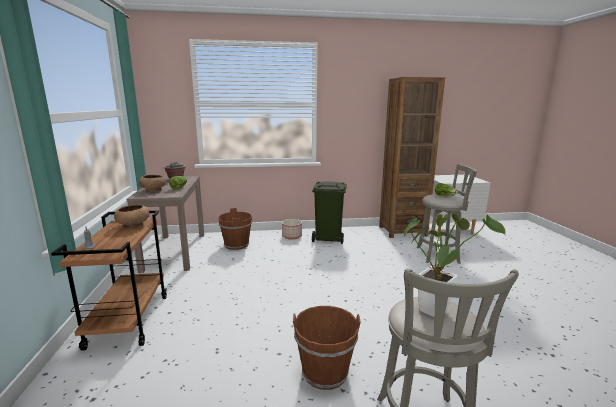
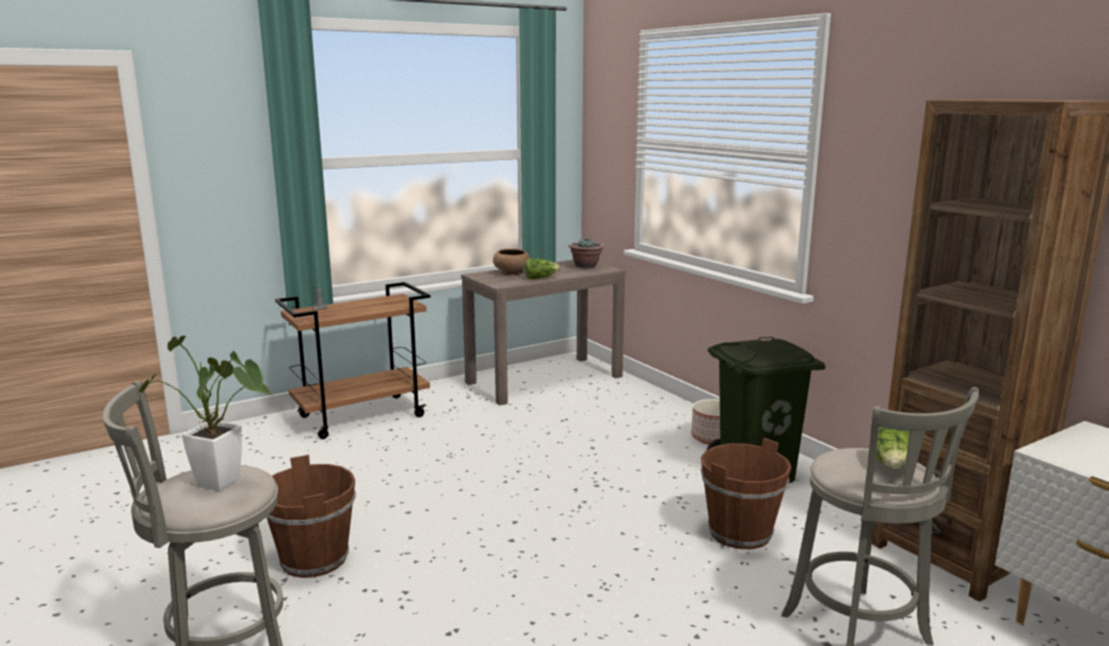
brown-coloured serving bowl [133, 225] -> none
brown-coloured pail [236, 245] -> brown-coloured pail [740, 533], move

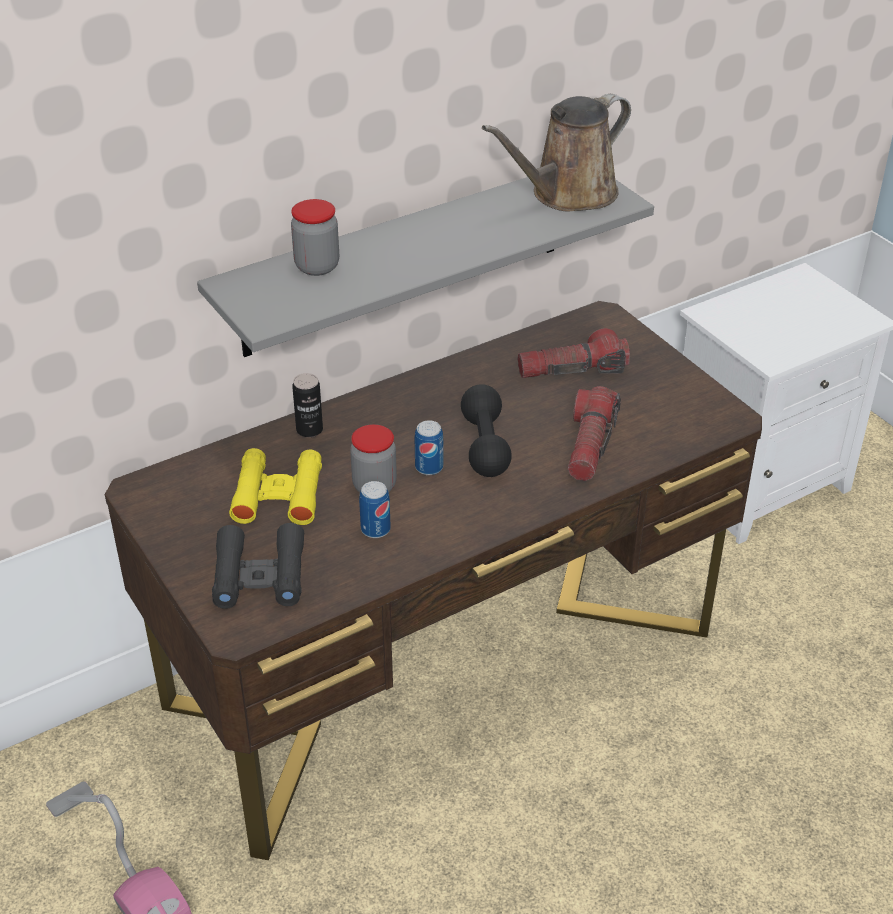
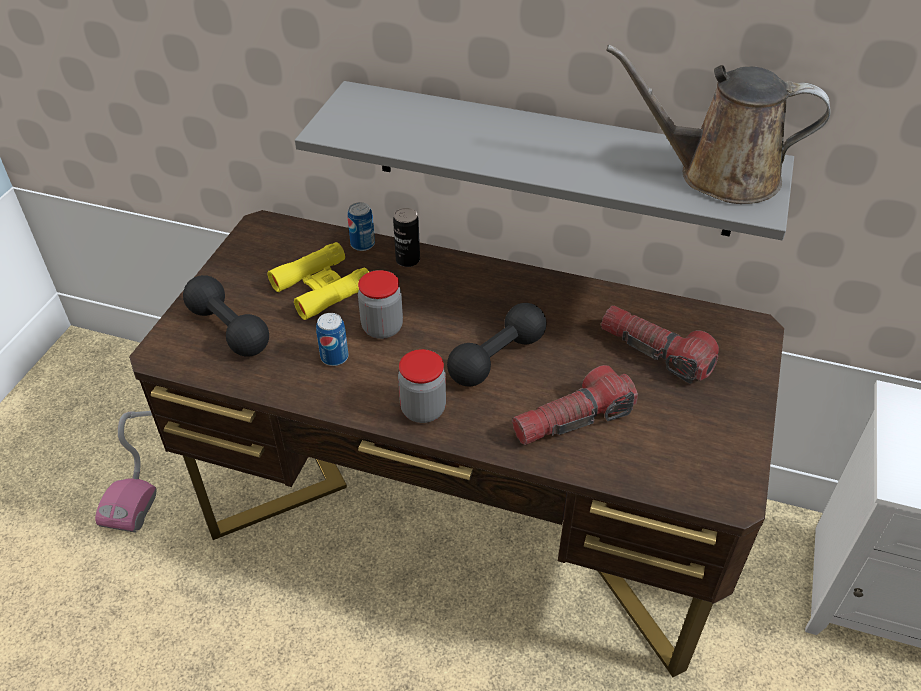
black pair of binoculars [259, 575] -> black free weight [229, 329]
preserve jar [317, 266] -> preserve jar [423, 409], move
sealed can [429, 467] -> sealed can [362, 244], move

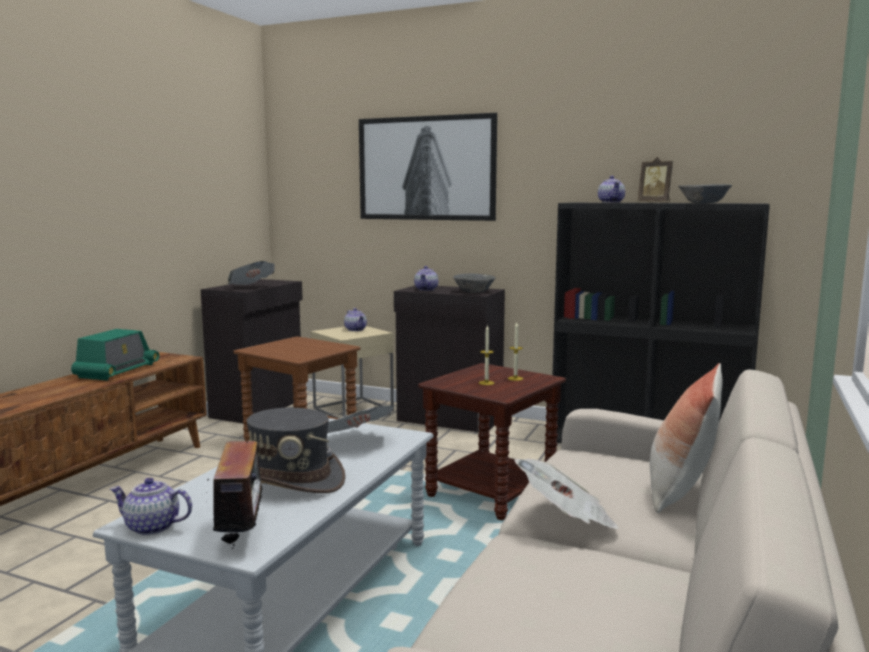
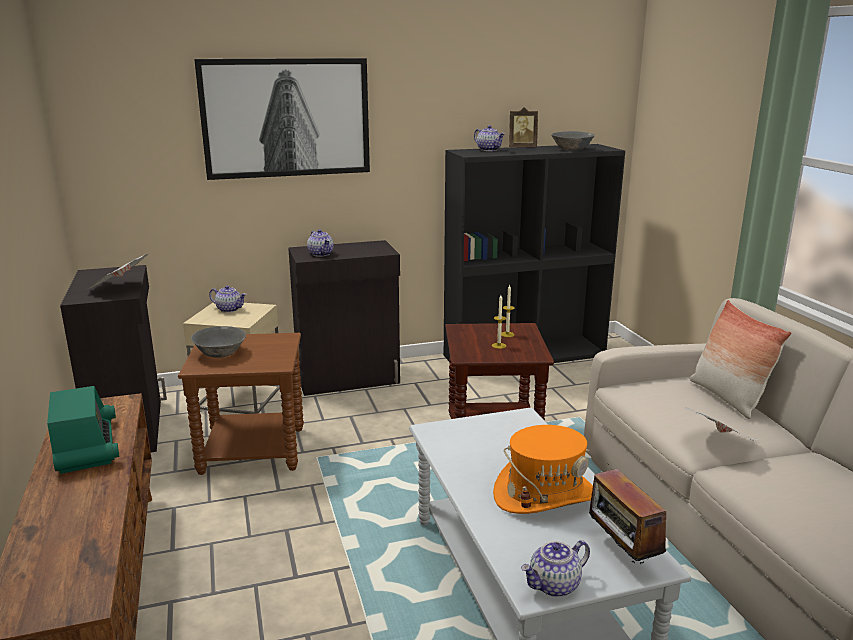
radio receiver [242, 534] -> radio receiver [621, 554], 150 degrees counterclockwise
gray wearable hat [290, 481] -> orange wearable hat [544, 495]
daily paper [355, 441] -> none
gray serving bowl [473, 291] -> gray serving bowl [219, 353], move

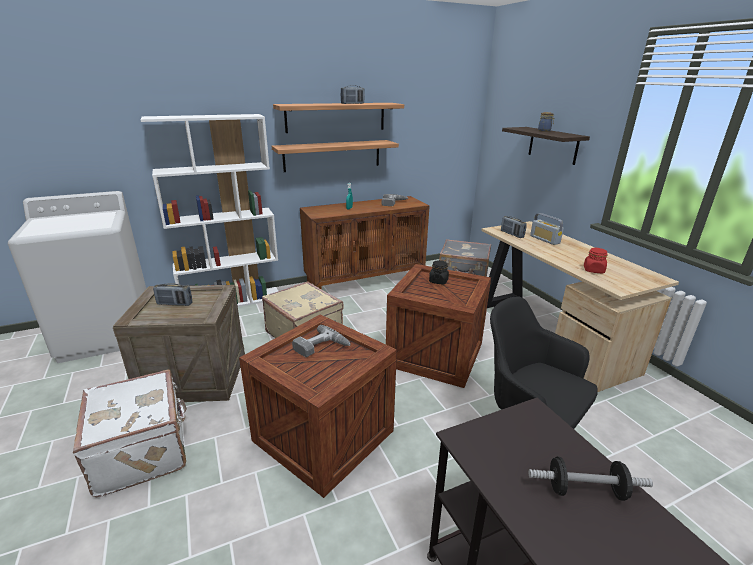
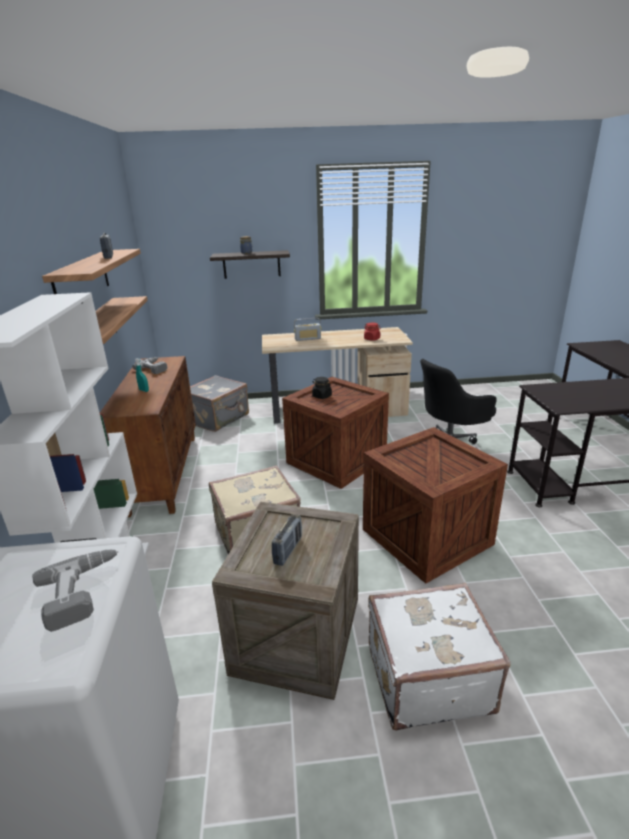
power drill [322, 348] -> power drill [83, 592], move
radio receiver [512, 234] -> none
free weight [585, 490] -> none

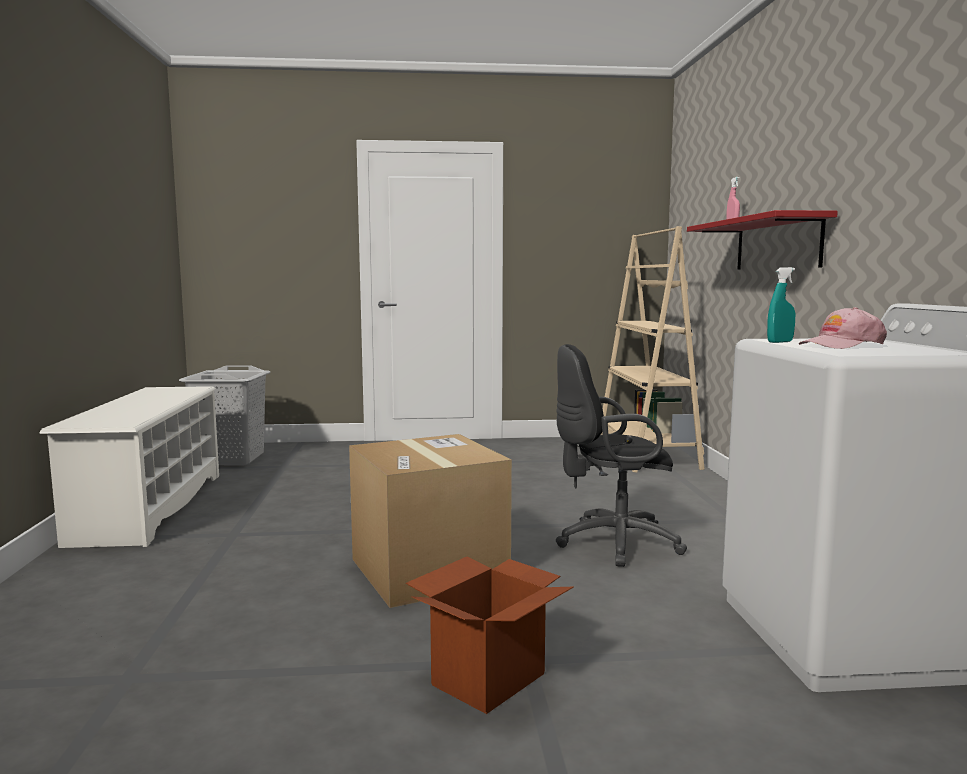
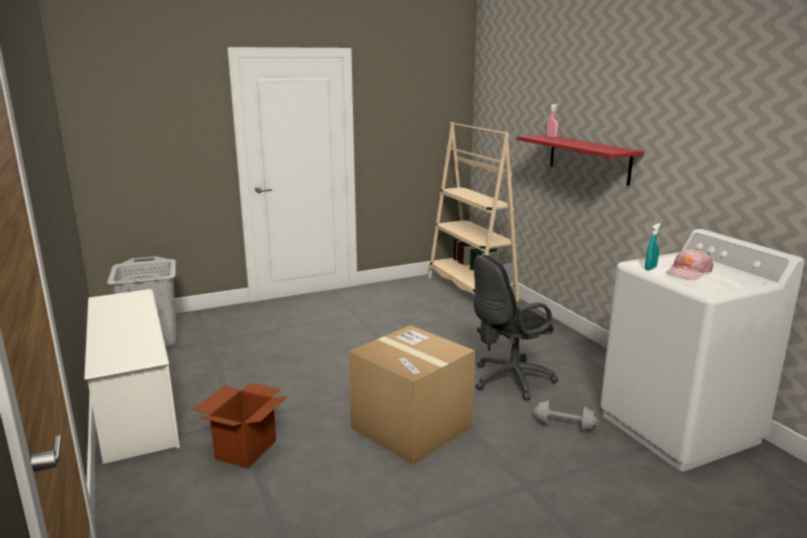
packing box [488, 679] -> packing box [246, 449], move
none -> gray free weight [564, 426]

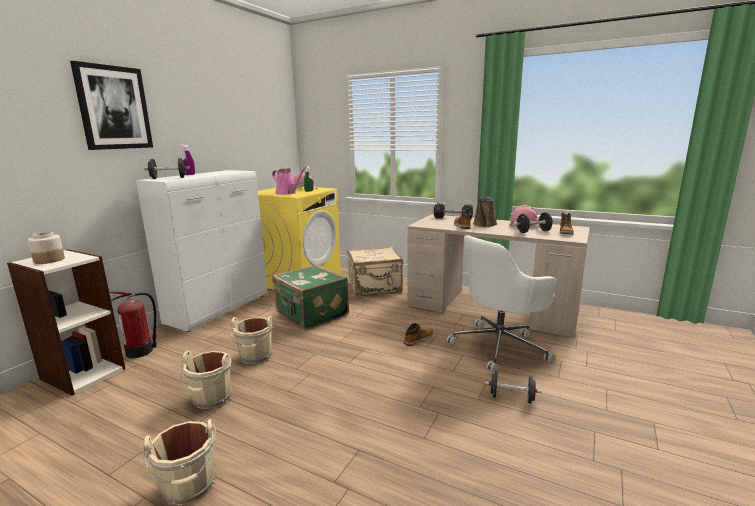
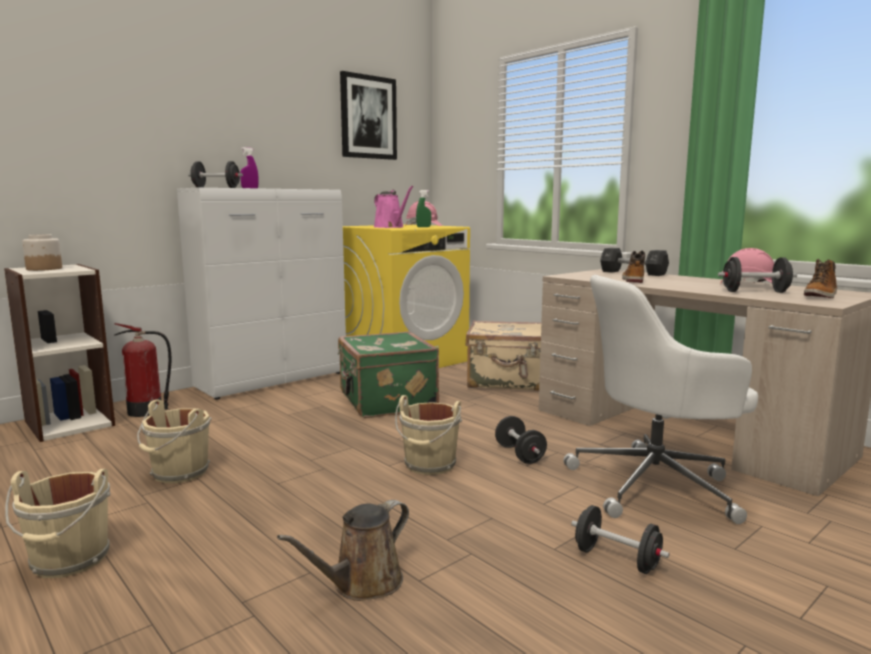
wall picture [114, 108] -> wall picture [368, 117], move
beige-coloured pail [255, 357] -> beige-coloured pail [429, 465], move
boot [418, 339] -> black free weight [519, 454]
brown-coloured watering can [484, 224] -> brown-coloured watering can [362, 584], move

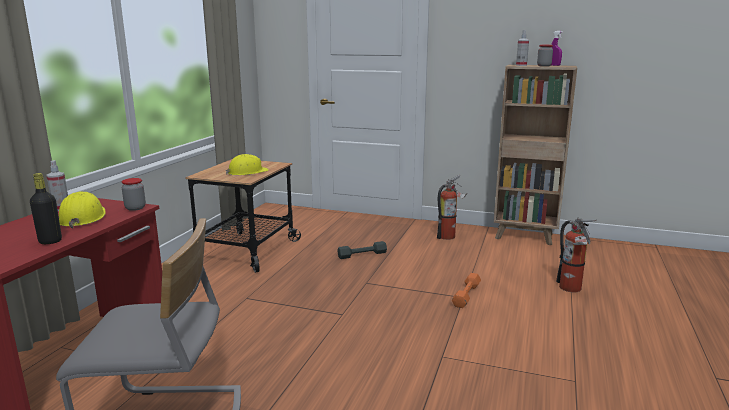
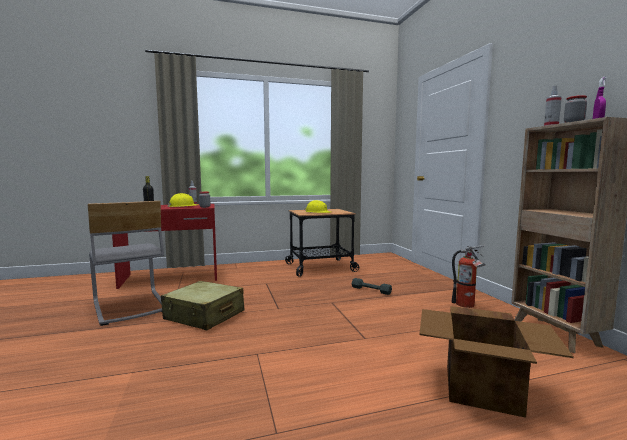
orange free weight [466, 295] -> none
fire-fighting cylinder [571, 289] -> packing box [483, 389]
none -> beige-coloured piece of luggage [204, 316]

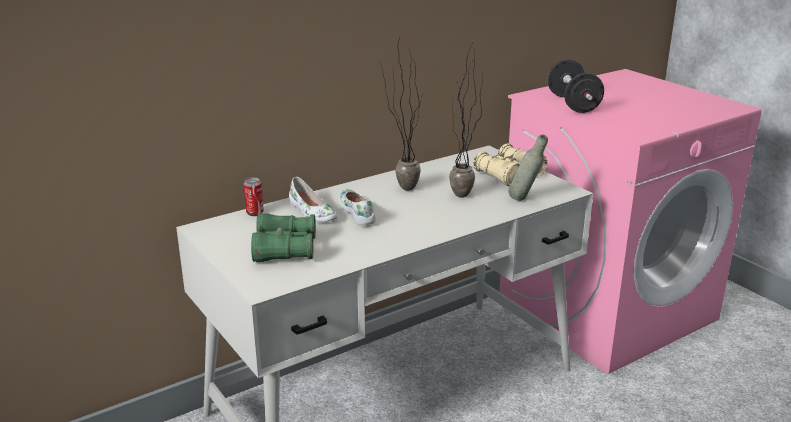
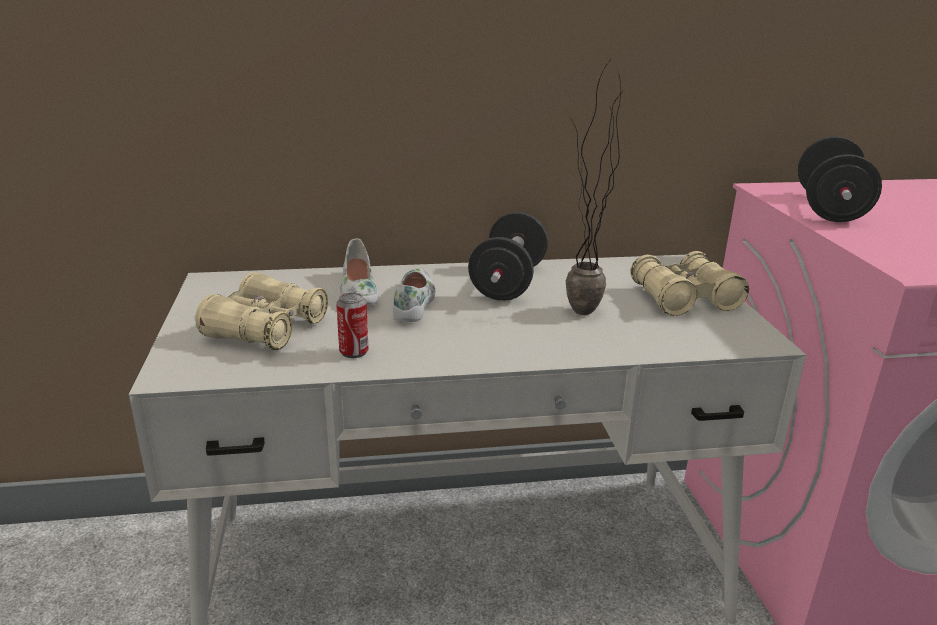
sealed can [255, 213] -> sealed can [354, 352], move
green pair of binoculars [284, 249] -> beige-coloured pair of binoculars [266, 329]
plant in a pot [400, 187] -> black free weight [508, 283]
gray beverage bottle [525, 200] -> none

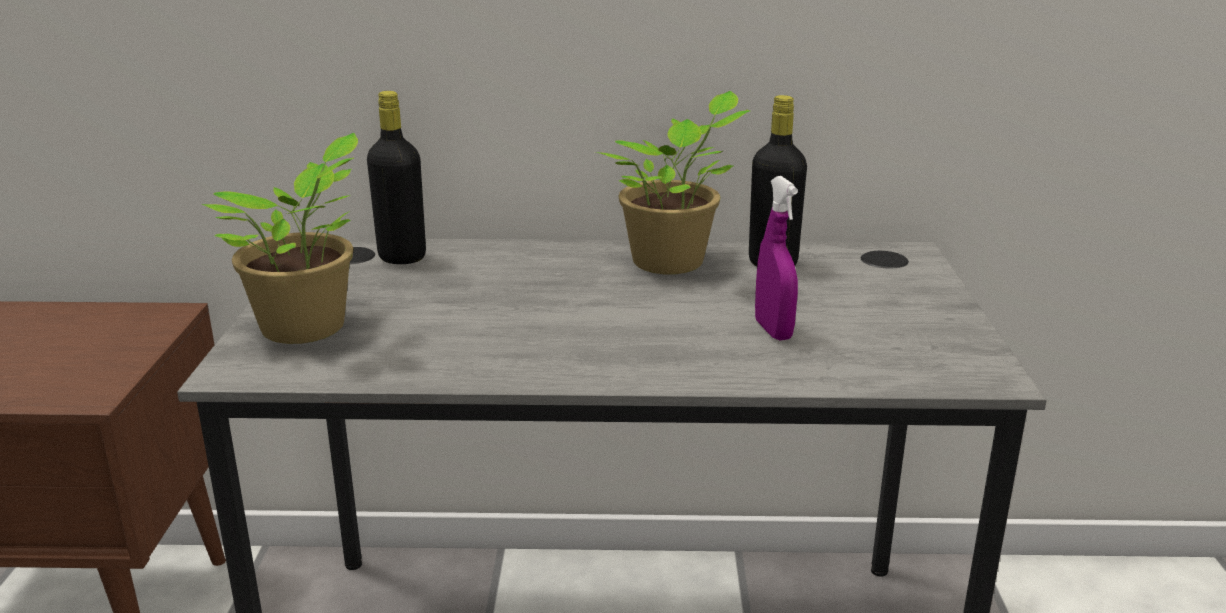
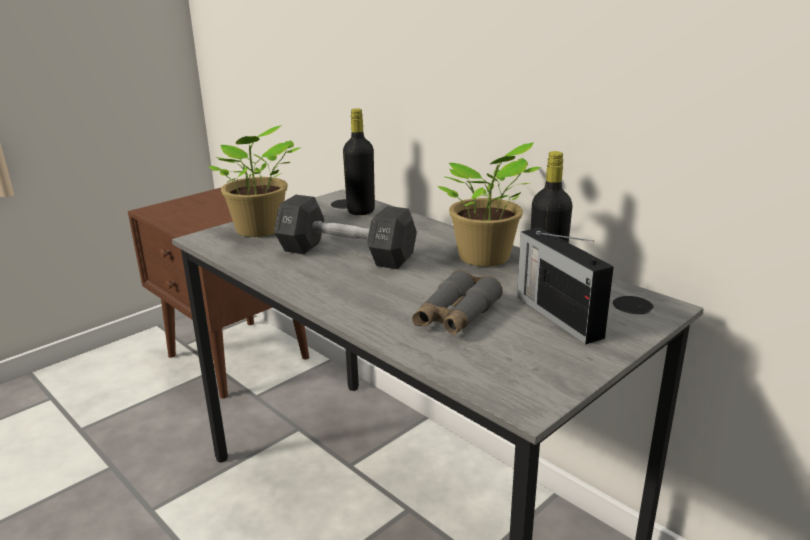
purple-coloured hand sprayer [773, 330] -> gray pair of binoculars [456, 316]
none -> black free weight [346, 254]
none -> radio receiver [557, 315]

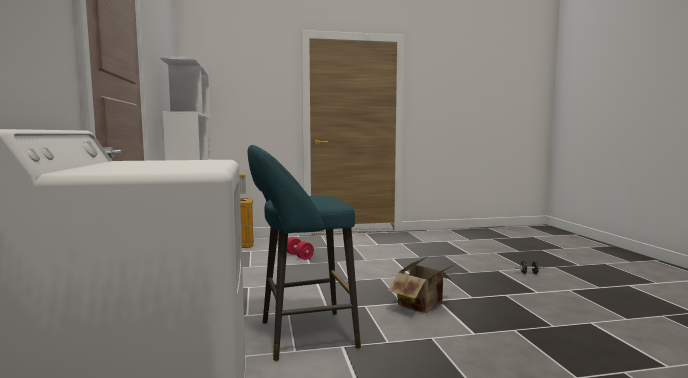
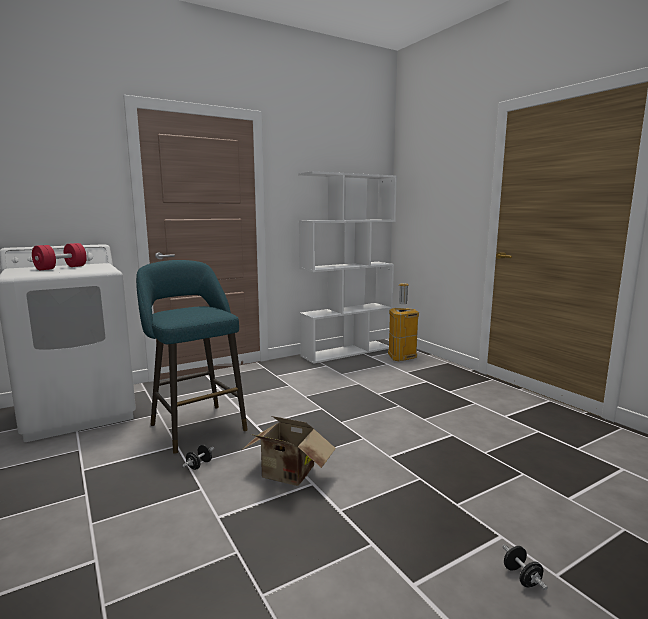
reddish free weight [299, 256] -> reddish free weight [61, 268], move
none -> black free weight [199, 465]

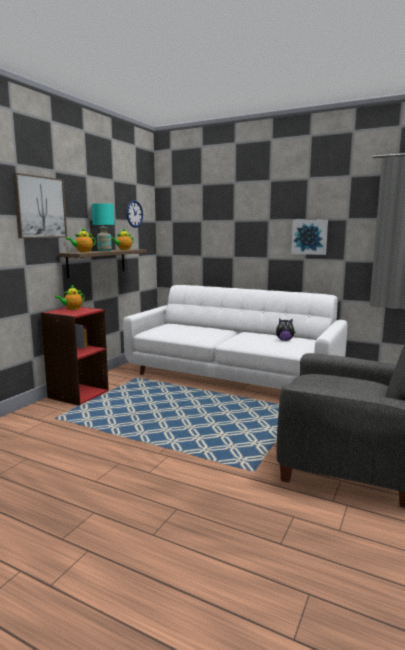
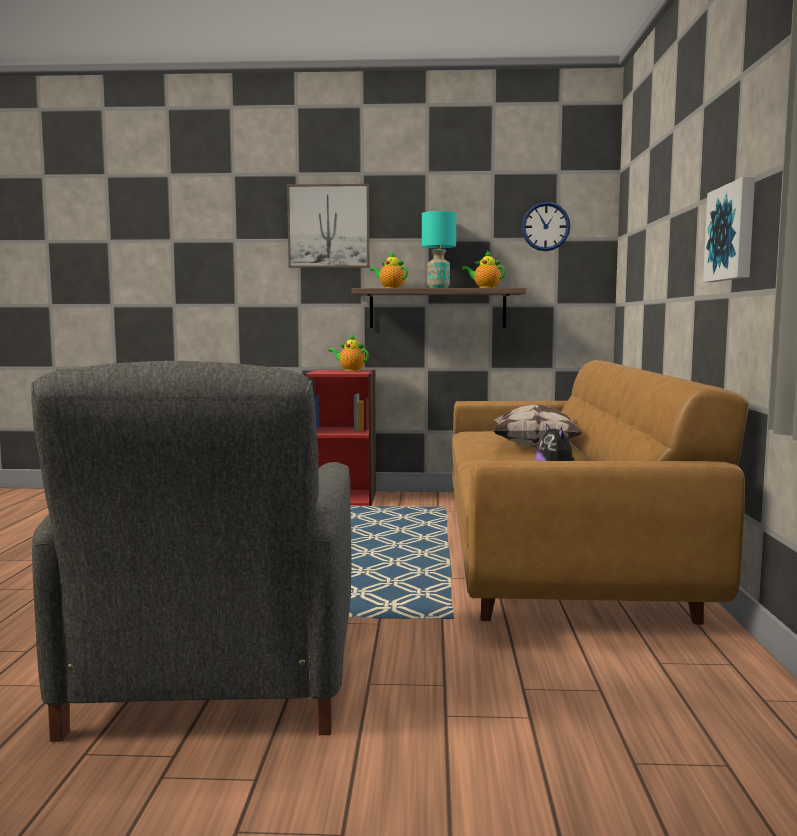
white couch [233, 375] -> brown-coloured couch [557, 551]
none -> cushion [536, 446]

